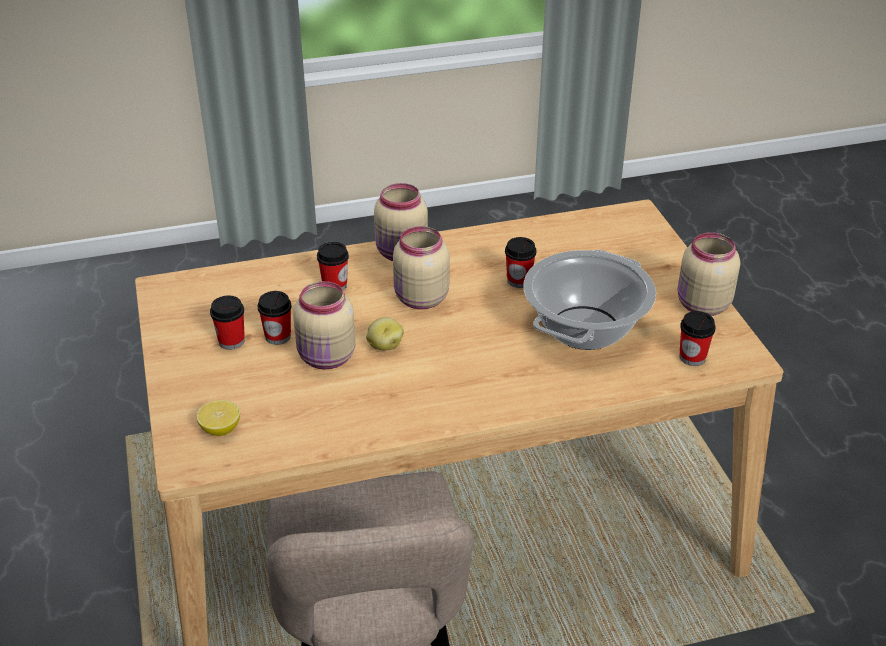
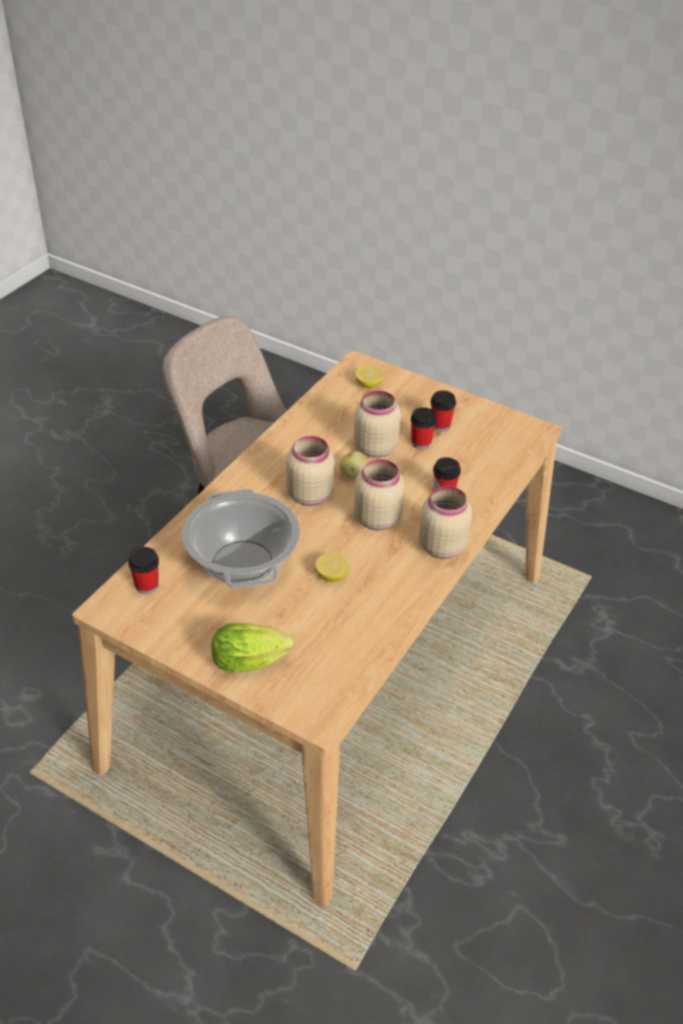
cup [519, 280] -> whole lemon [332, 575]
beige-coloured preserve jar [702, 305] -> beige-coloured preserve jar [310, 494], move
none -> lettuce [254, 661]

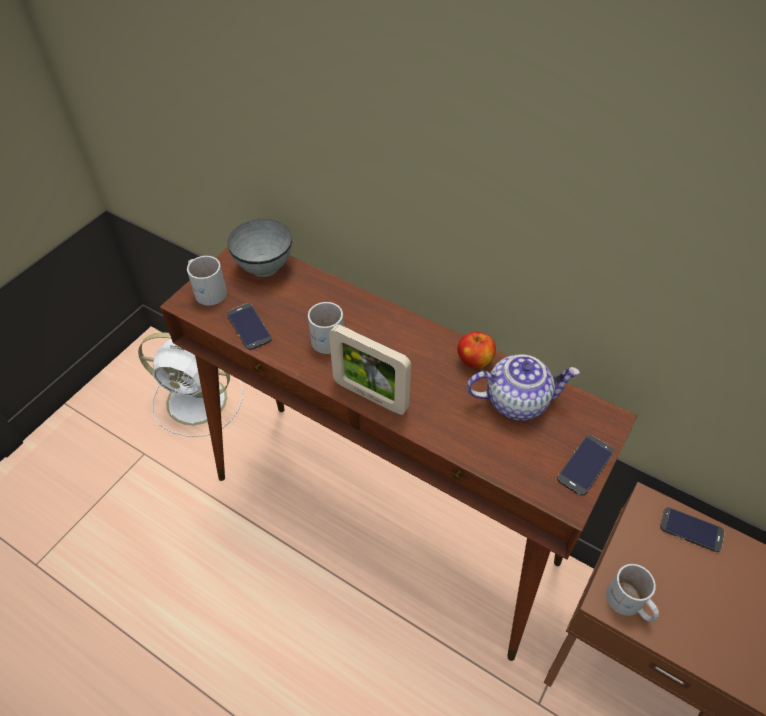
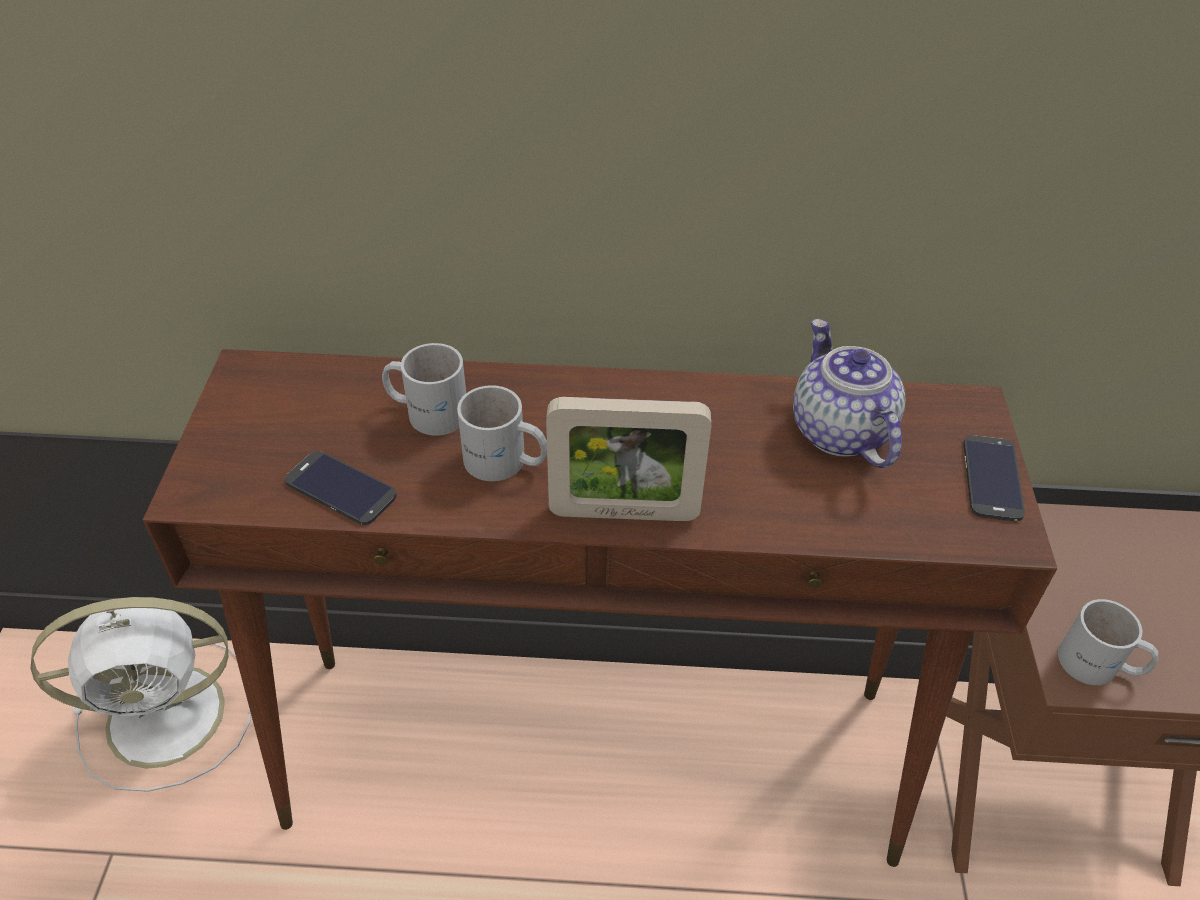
white tea mug [208, 289] -> white tea mug [428, 410], move
gray serving bowl [265, 266] -> none
apple [475, 361] -> none
pot for tea [517, 400] -> pot for tea [838, 431], 75 degrees counterclockwise
phone [691, 530] -> none

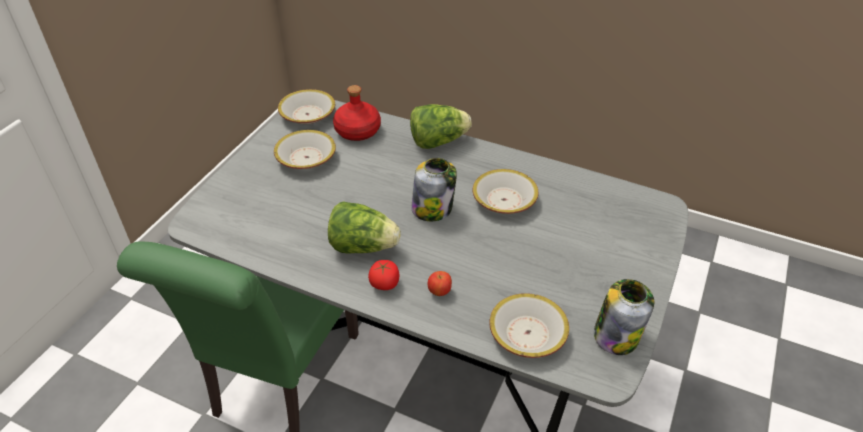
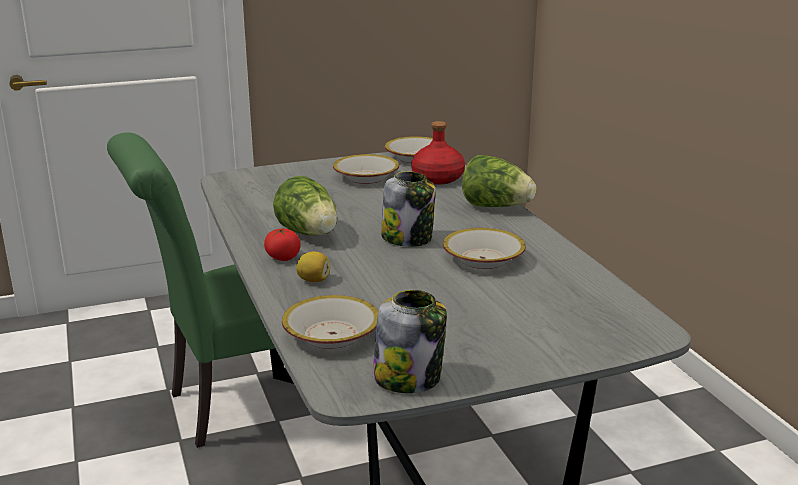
apple [439, 291] -> whole lemon [313, 280]

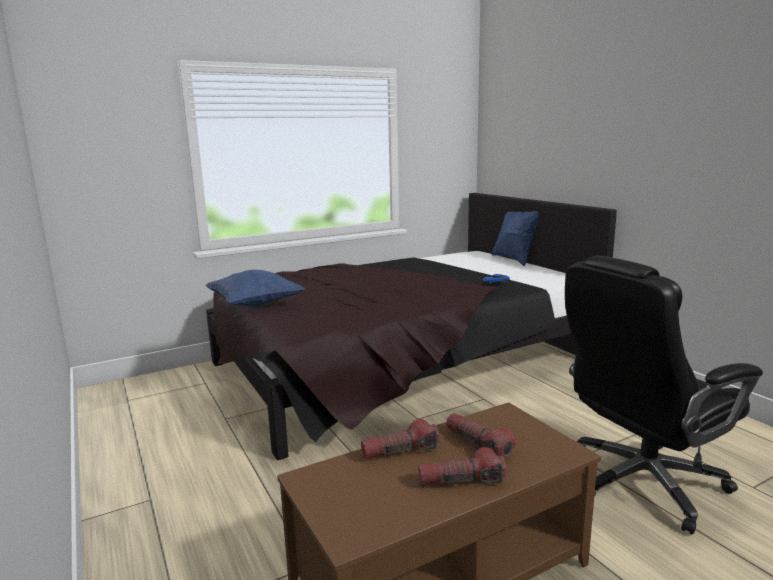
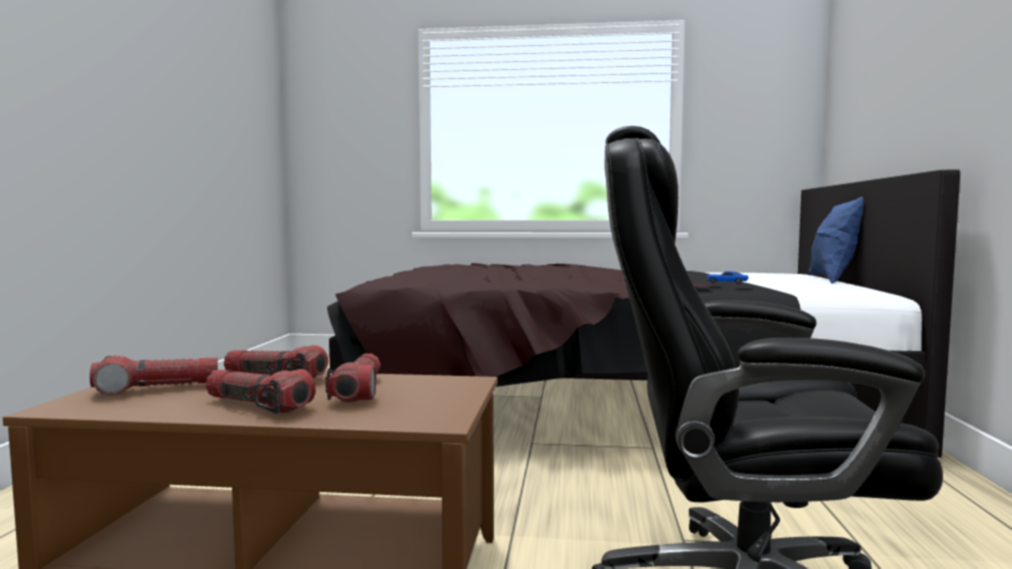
blue-coloured cushion [255, 305] -> none
none -> torch [157, 388]

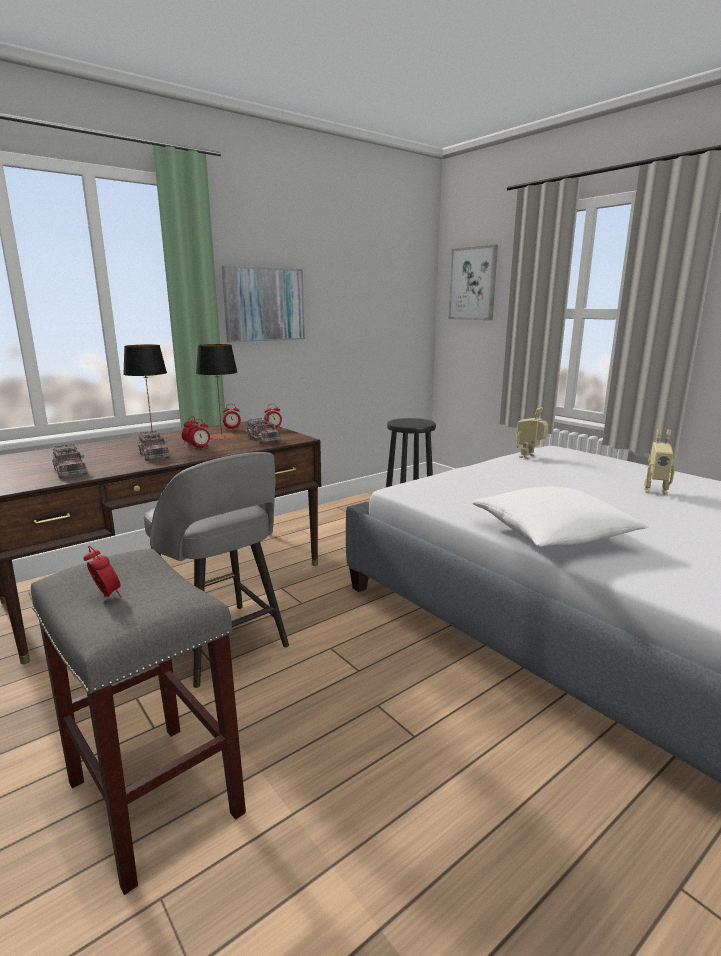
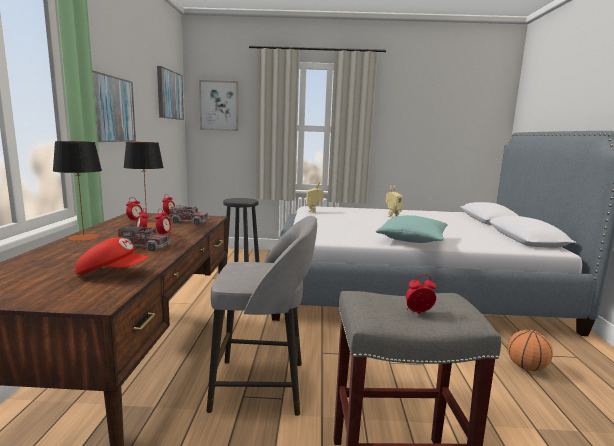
model truck [70, 471] -> reddish cap [113, 273]
white cushion [552, 535] -> blue-green cushion [412, 240]
none -> wall picture [169, 95]
none -> ball for basketball [526, 367]

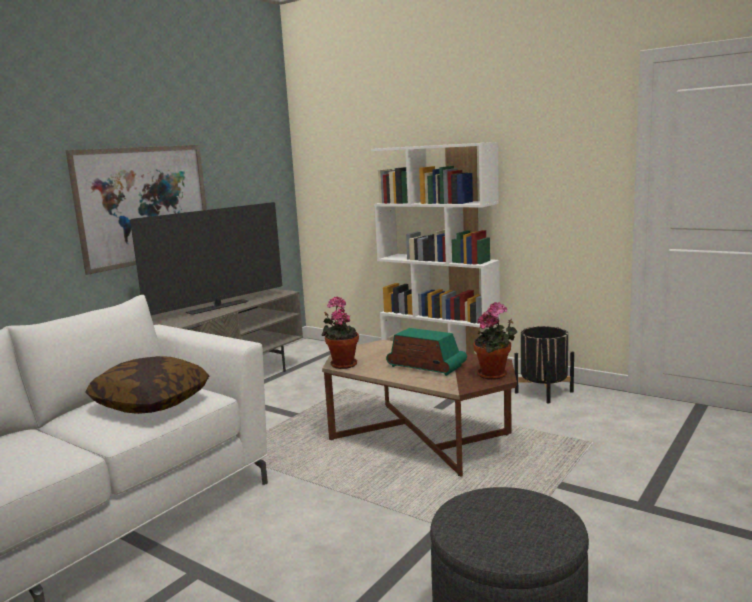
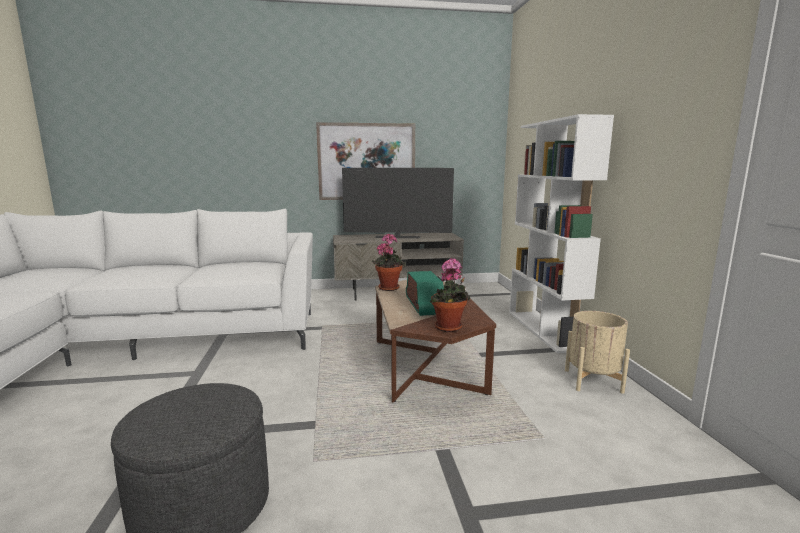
cushion [151, 403] -> none
black flower pot [544, 392] -> beige-coloured flower pot [593, 381]

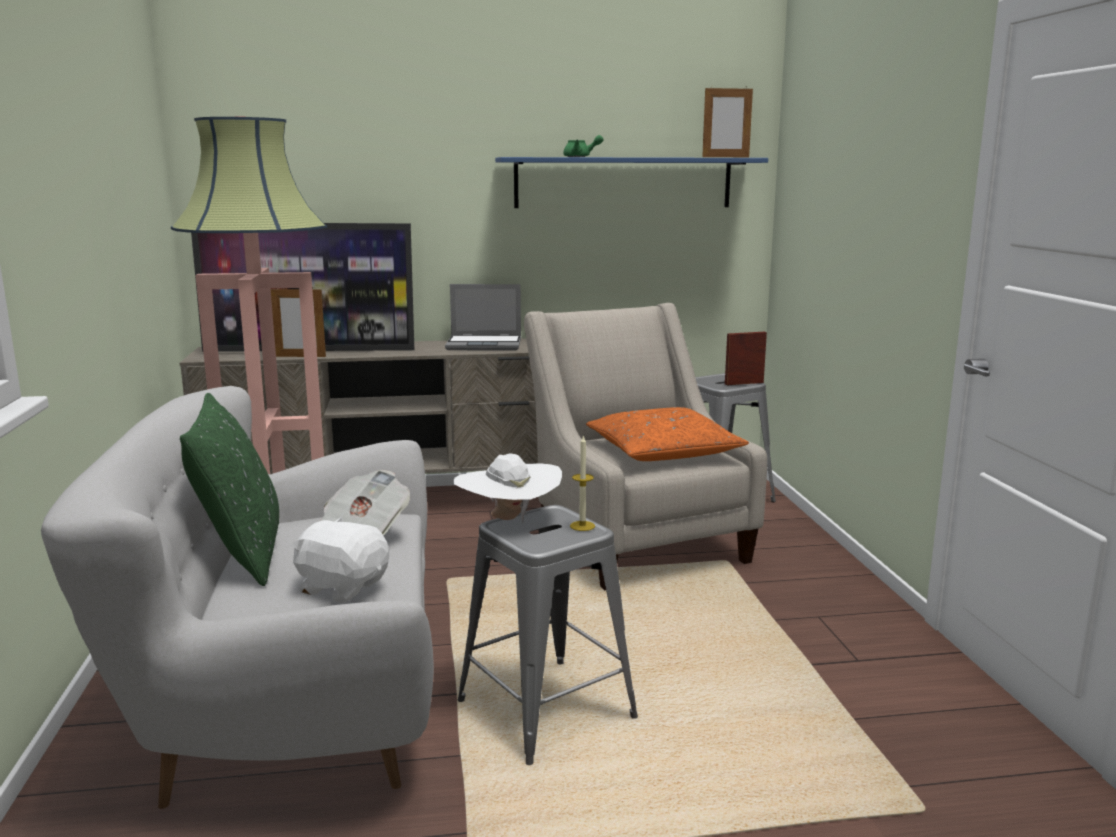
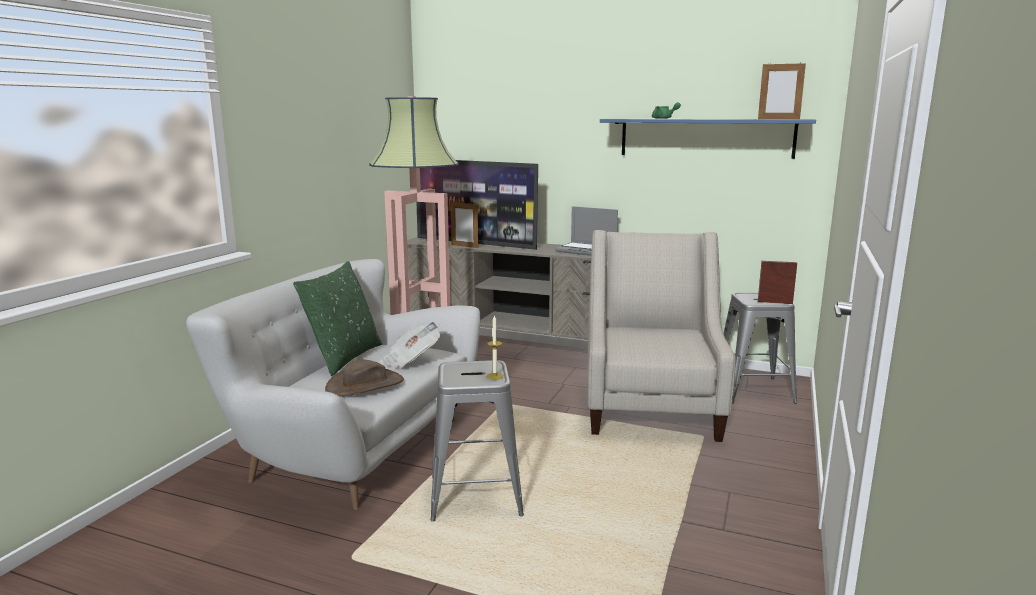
white soft toy [342, 587] -> brown-coloured wearable hat [365, 385]
white wearable hat [508, 519] -> none
orange cushion [662, 451] -> none

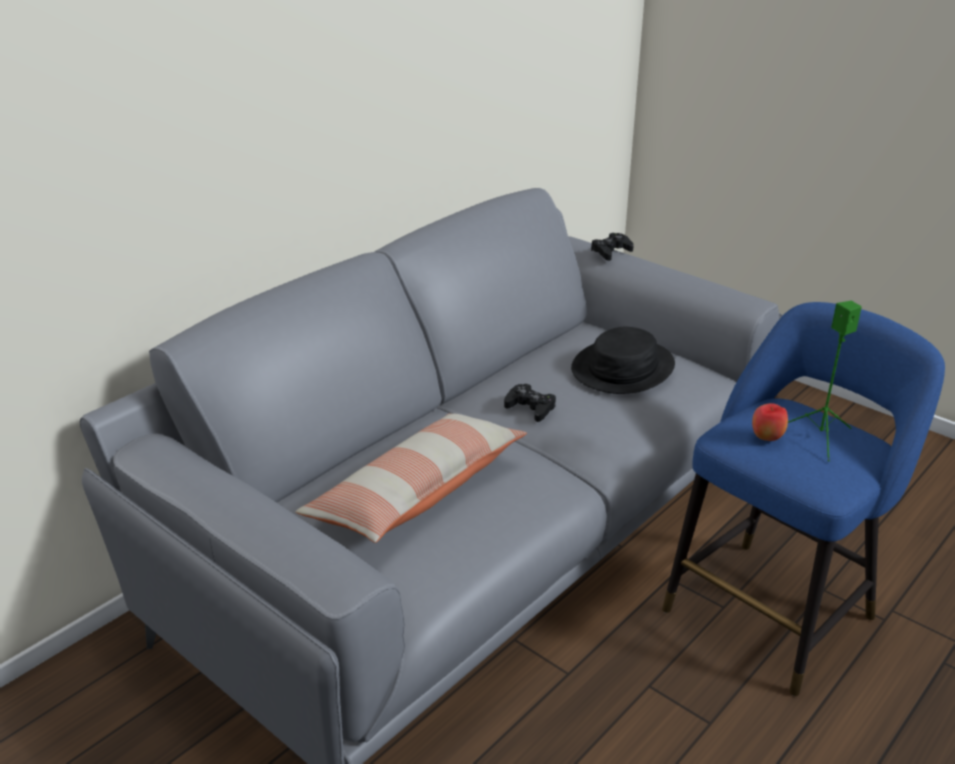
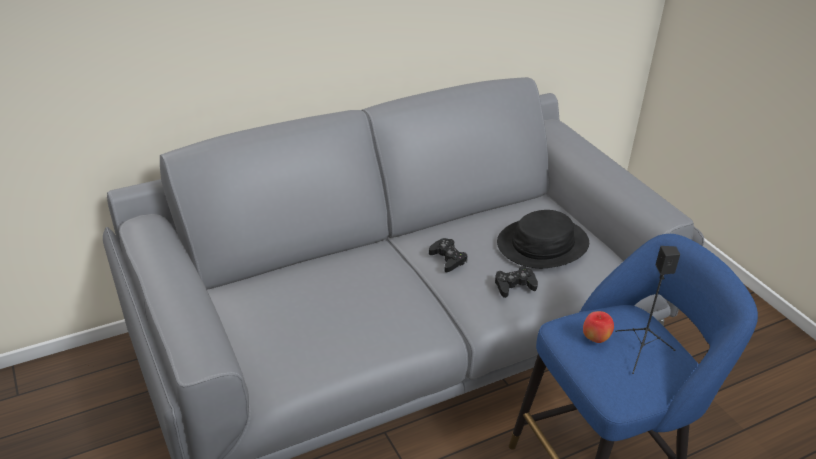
cushion [416, 493] -> none
black joypad [611, 251] -> black joypad [514, 285], move
green speaker [820, 438] -> black speaker [641, 351]

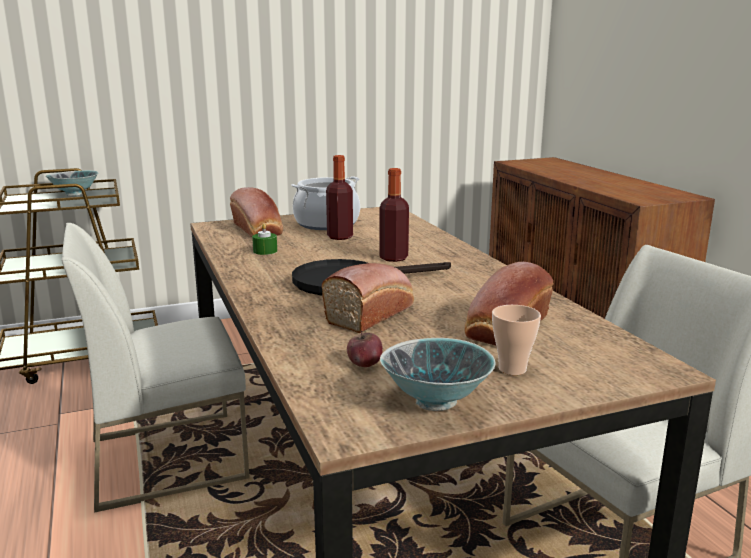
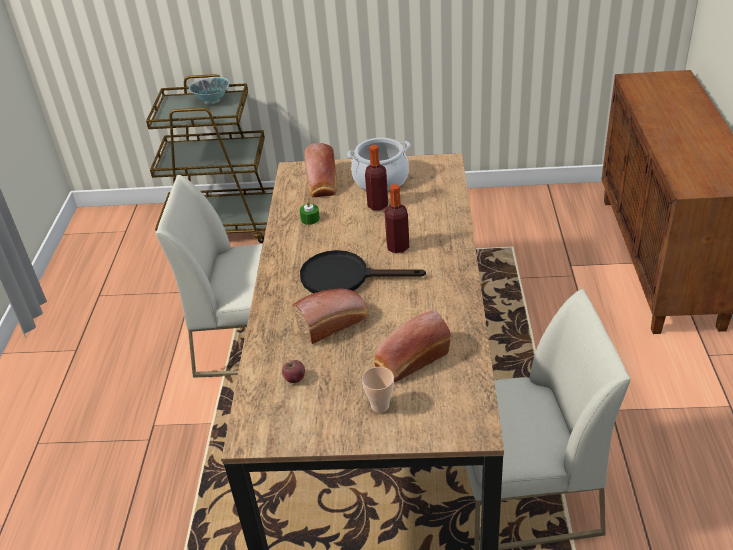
serving bowl [436, 402] -> none

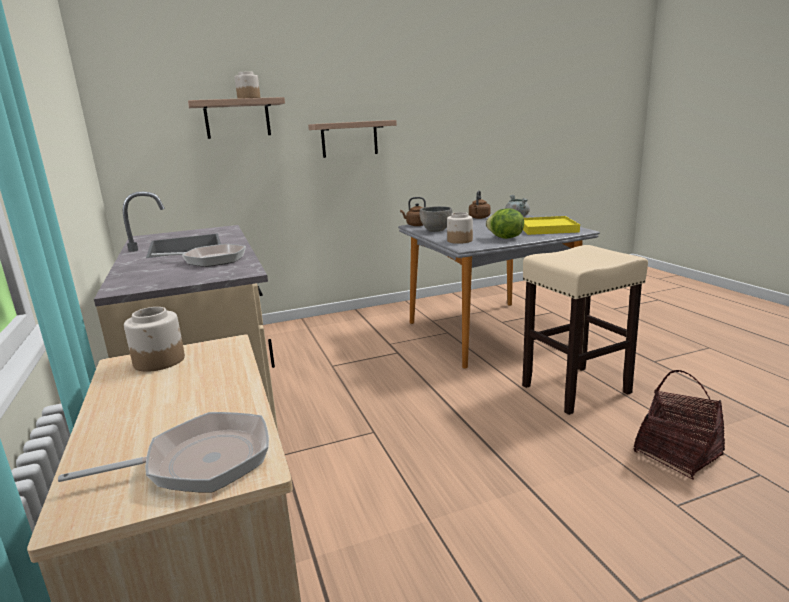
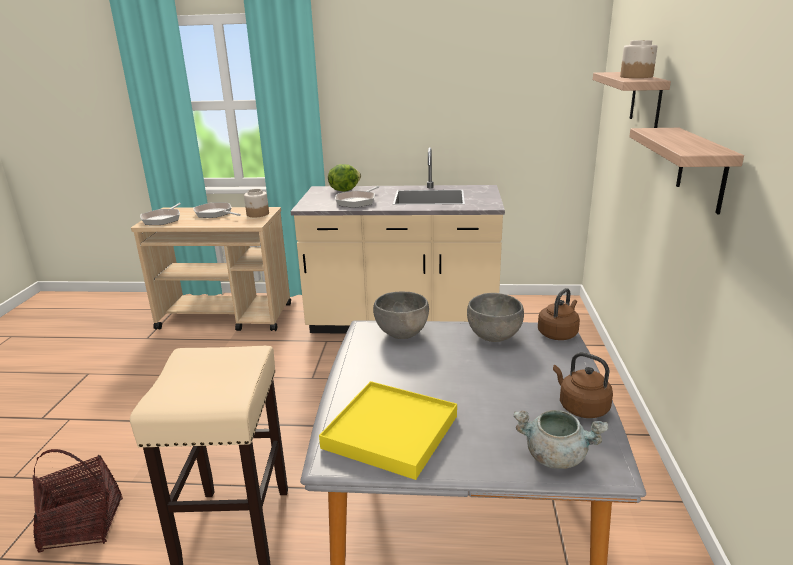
preserve jar [459, 240] -> gray serving bowl [402, 333]
lettuce [505, 238] -> lettuce [344, 190], move
none -> skillet [215, 214]

